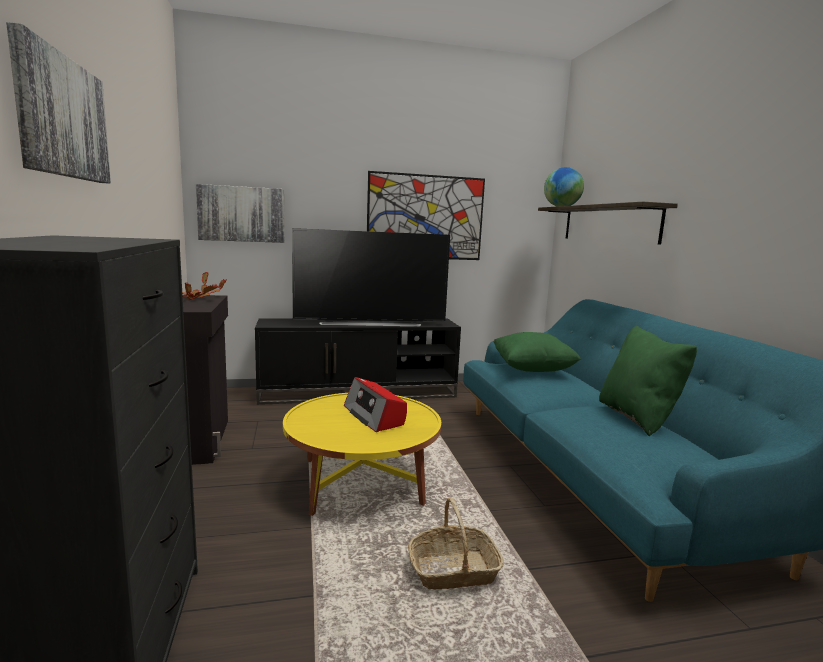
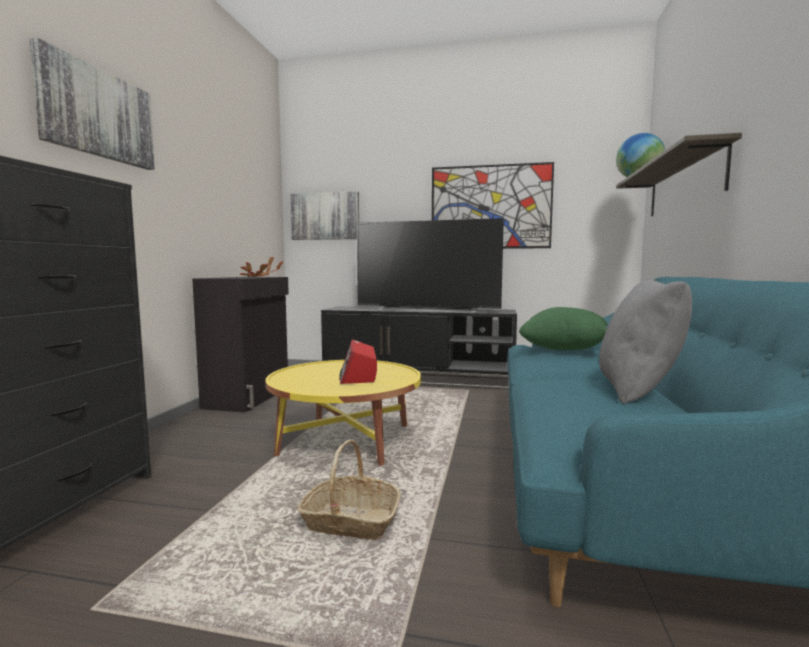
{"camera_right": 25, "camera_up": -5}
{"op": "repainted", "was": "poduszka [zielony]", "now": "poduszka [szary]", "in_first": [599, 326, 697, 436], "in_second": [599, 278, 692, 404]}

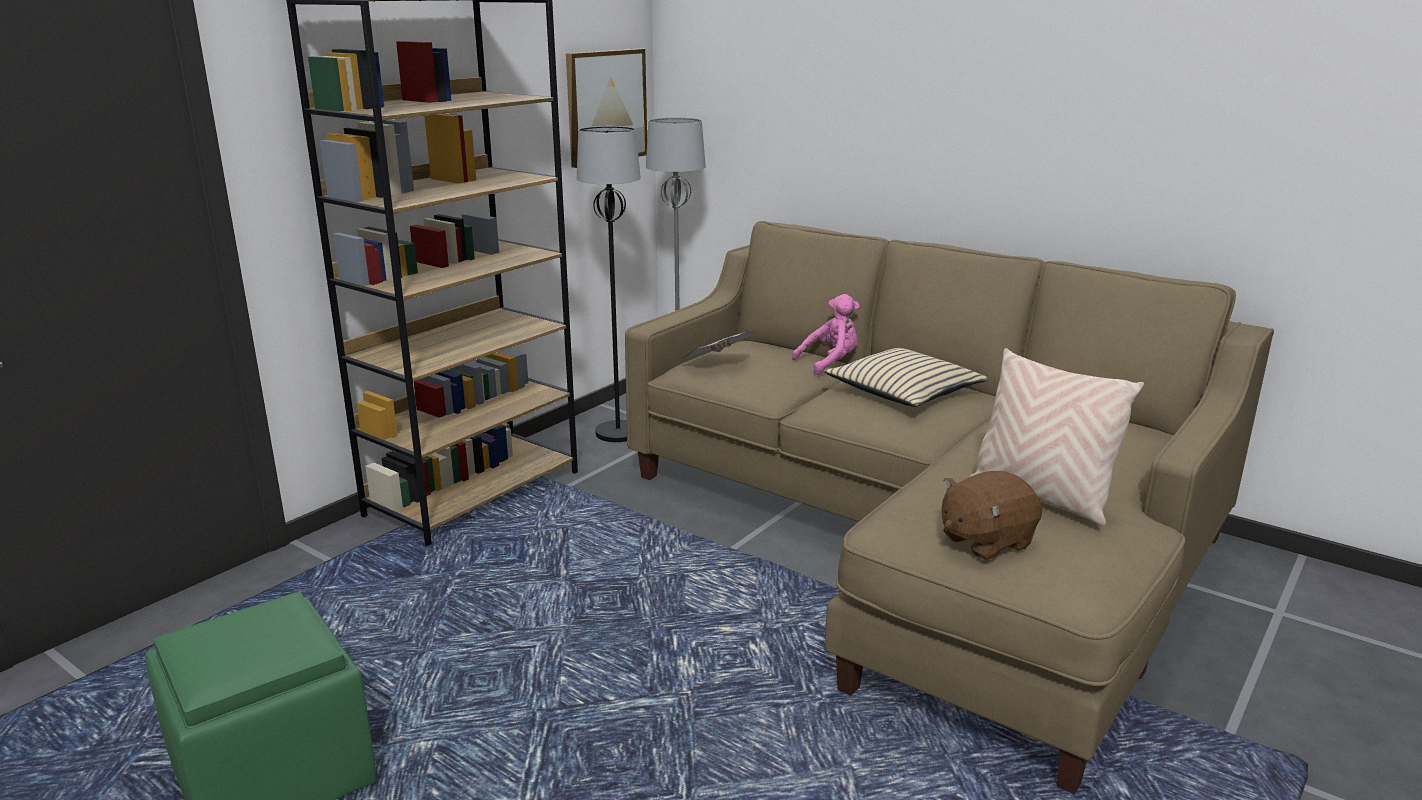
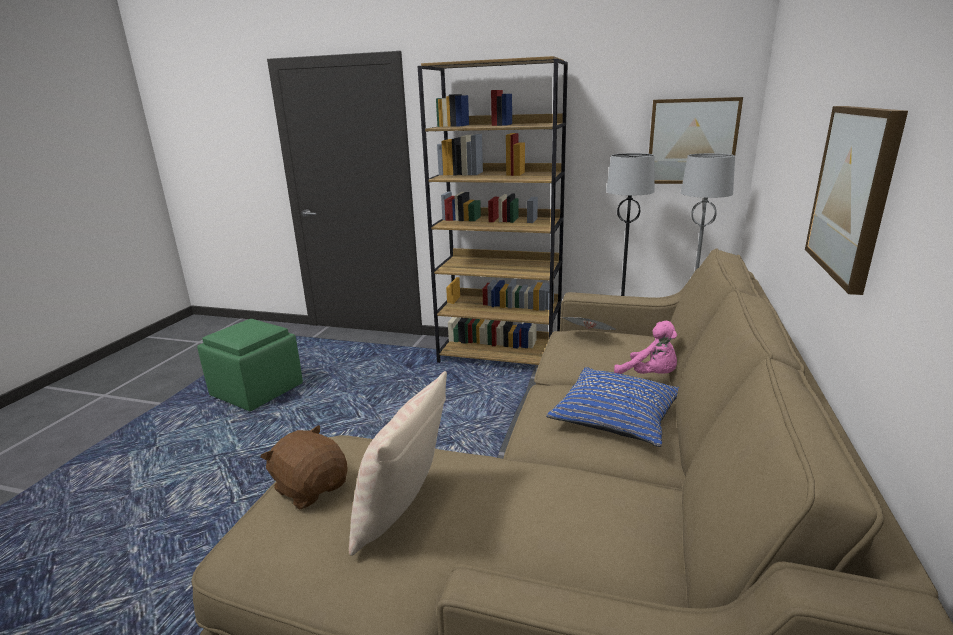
{"camera_right": 70, "camera_up": 0}
{"op": "repainted", "was": "poduszka [beżowy]", "now": "poduszka [niebieski]", "in_first": [824, 348, 988, 407], "in_second": [546, 367, 679, 447]}
{"op": "new", "now": "obraz", "in_second": [805, 106, 908, 295]}

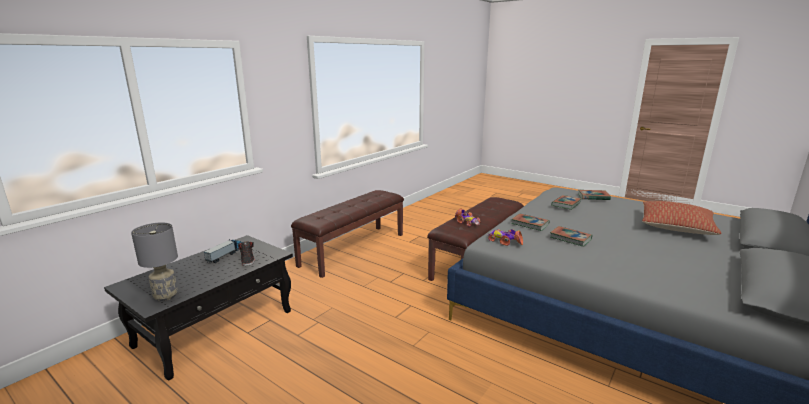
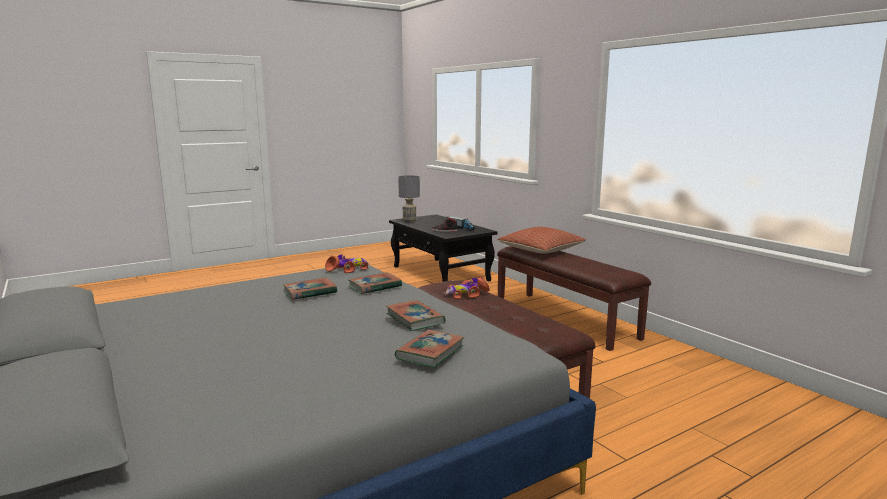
{"camera_right": 110, "camera_up": -5}
{"op": "shifted", "was": "poduszka", "in_first": [642, 201, 721, 235], "in_second": [498, 227, 586, 254]}

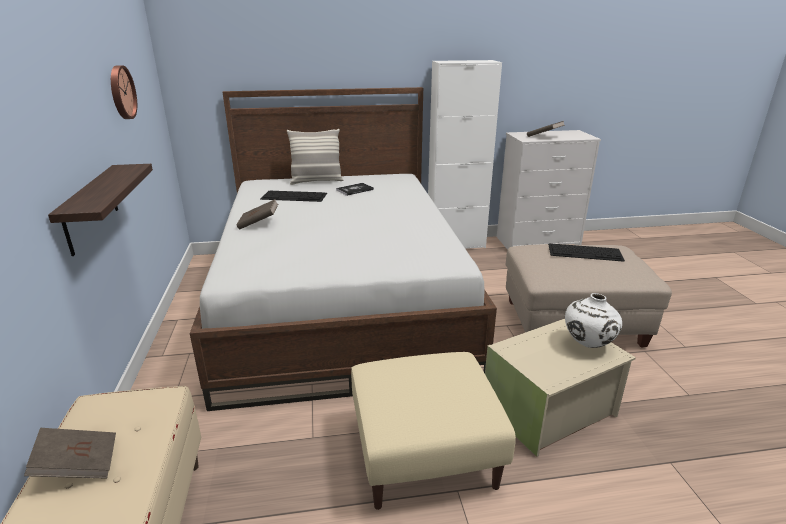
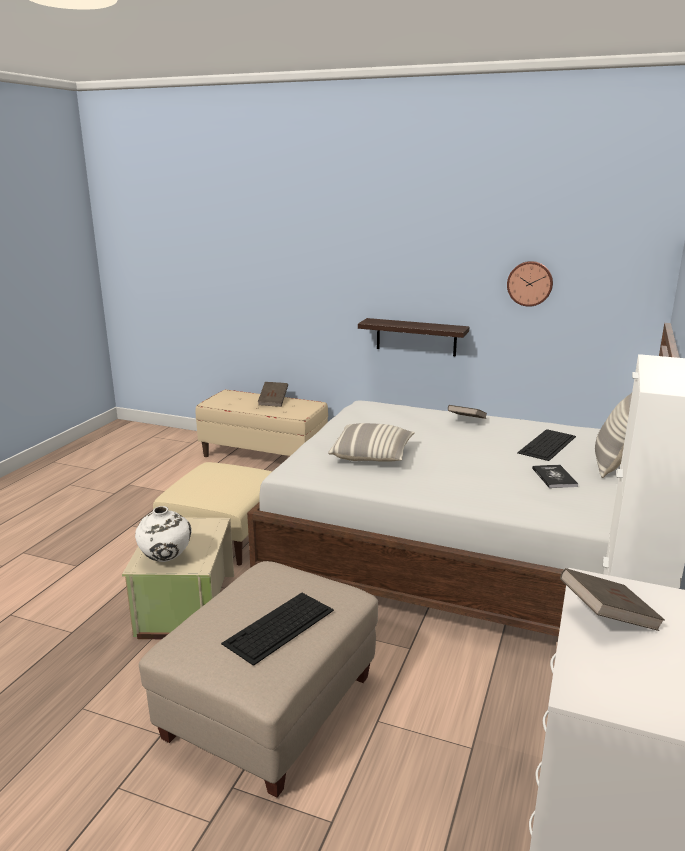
{"camera_right": 120, "camera_up": -5}
{"op": "new", "now": "poduszka", "in_second": [328, 423, 415, 461]}

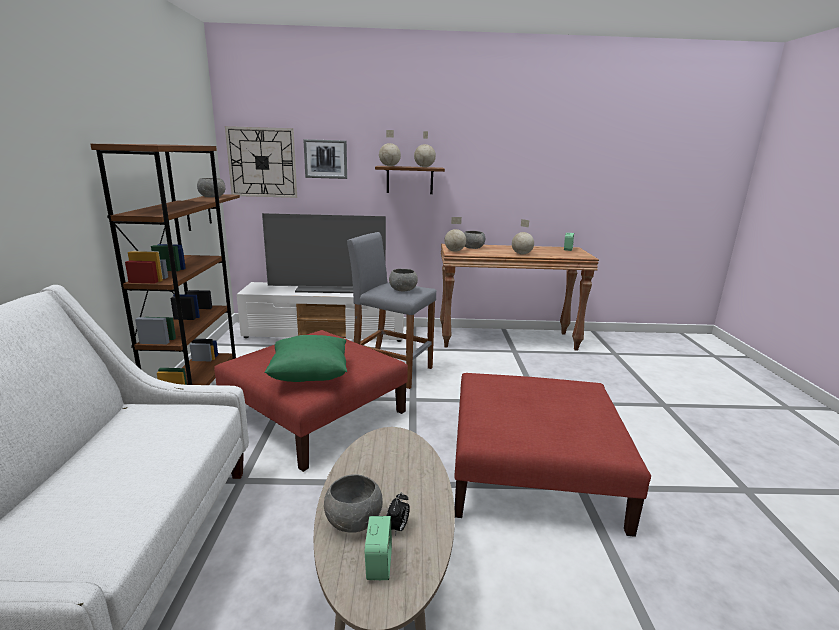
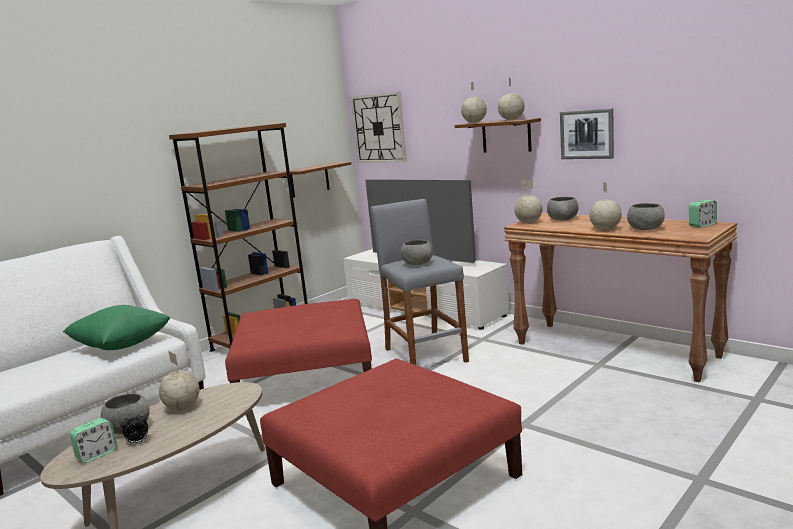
{"camera_right": 45, "camera_up": -5}
{"op": "shifted", "was": "obraz", "in_first": [303, 139, 347, 179], "in_second": [560, 108, 614, 159]}
{"op": "shifted", "was": "miska [szary]", "in_first": [197, 178, 225, 197], "in_second": [627, 203, 665, 230]}
{"op": "shifted", "was": "poduszka [zielony]", "in_first": [264, 335, 347, 382], "in_second": [63, 305, 171, 350]}
{"op": "new", "now": "globus", "in_second": [159, 351, 200, 410]}

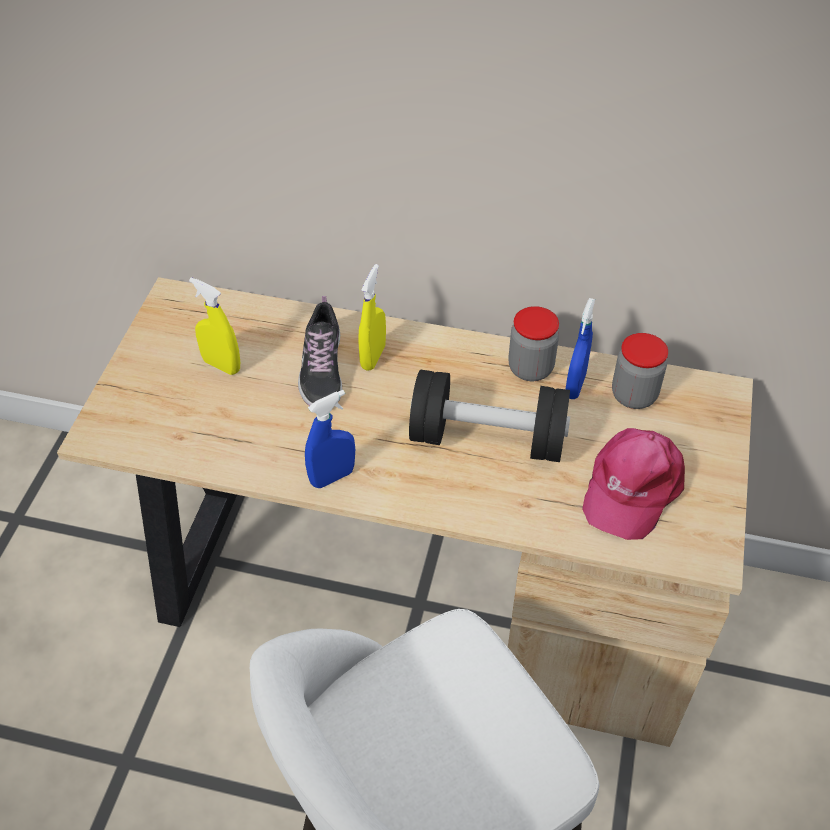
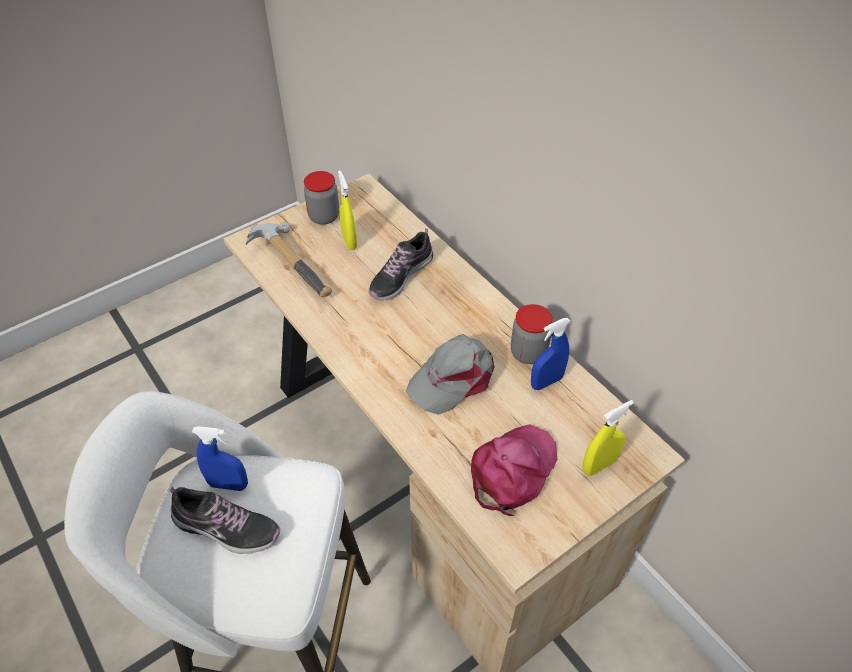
{"camera_right": 40, "camera_up": 0}
{"op": "shifted", "was": "spryskiwacz [żółty]", "in_first": [358, 264, 386, 371], "in_second": [582, 400, 634, 476]}
{"op": "shifted", "was": "słoik", "in_first": [612, 333, 668, 409], "in_second": [304, 171, 339, 225]}
{"op": "swapped", "was": "hantel [czarny]", "now": "czapka z daszkiem [szary]", "in_first": [409, 370, 570, 462], "in_second": [406, 334, 495, 415]}
{"op": "shifted", "was": "spryskiwacz [niebieski]", "in_first": [305, 390, 355, 488], "in_second": [192, 426, 248, 491]}
{"op": "rotated", "was": "czapka z daszkiem [różowy]", "in_first": [582, 428, 685, 540], "in_second": [471, 424, 557, 516], "clockwise": 150}
{"op": "new", "now": "młotek", "in_second": [246, 222, 332, 297]}
{"op": "new", "now": "but", "in_second": [169, 486, 280, 554]}

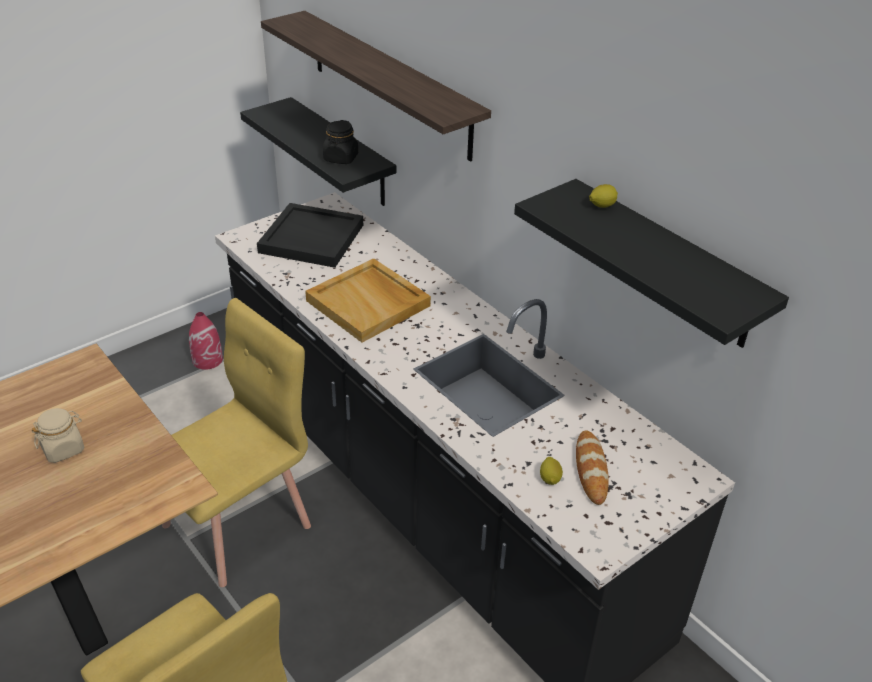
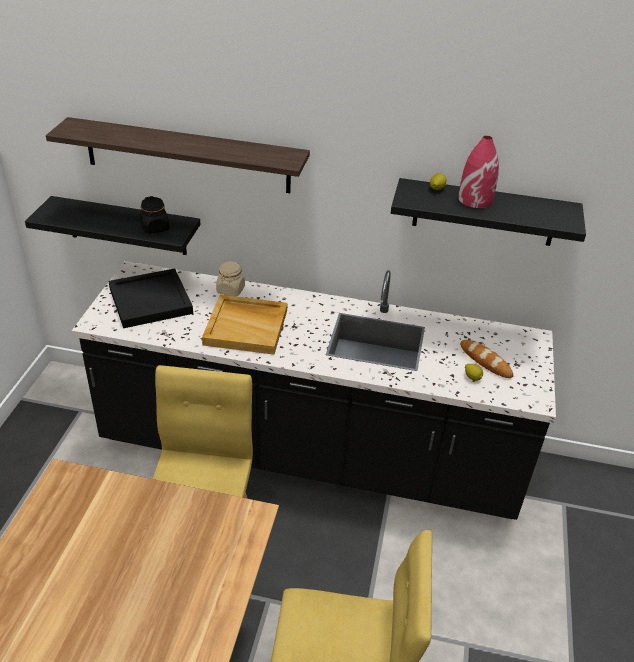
{"camera_right": -40, "camera_up": 0}
{"op": "shifted", "was": "wazon [czerwony]", "in_first": [189, 312, 223, 370], "in_second": [458, 136, 499, 208]}
{"op": "shifted", "was": "słoik [beżowy]", "in_first": [32, 408, 84, 463], "in_second": [216, 261, 245, 296]}

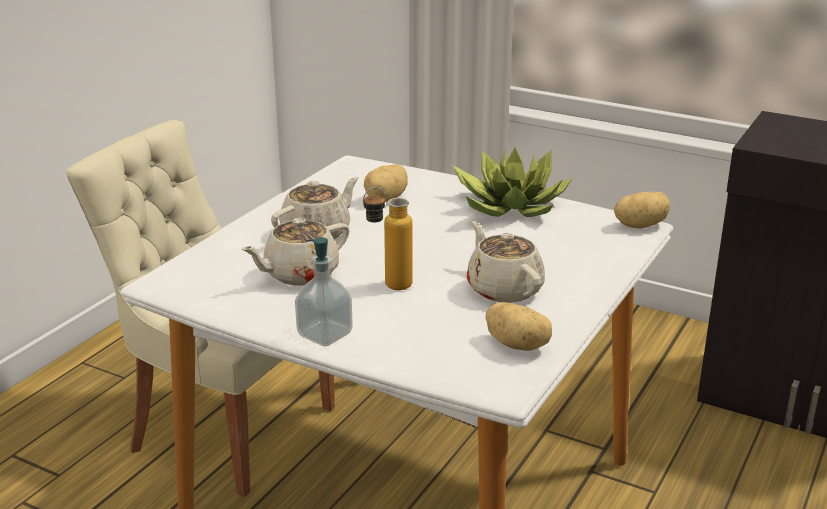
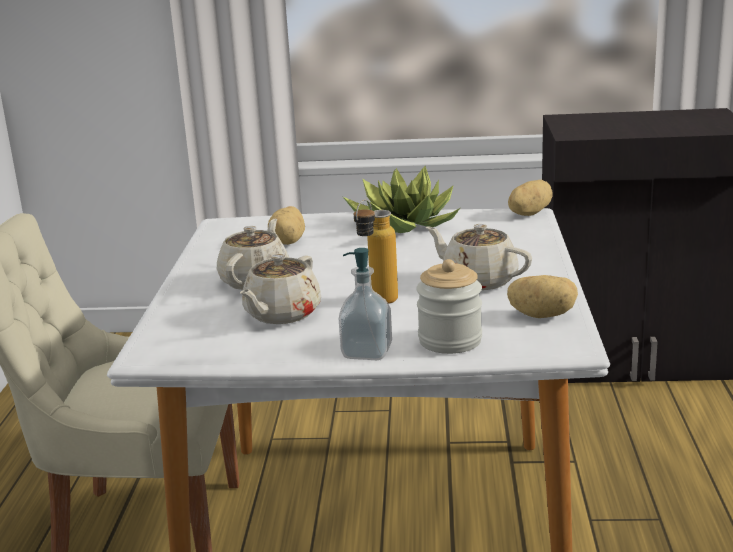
{"camera_right": -25, "camera_up": -5}
{"op": "new", "now": "słoik", "in_second": [416, 259, 482, 354]}

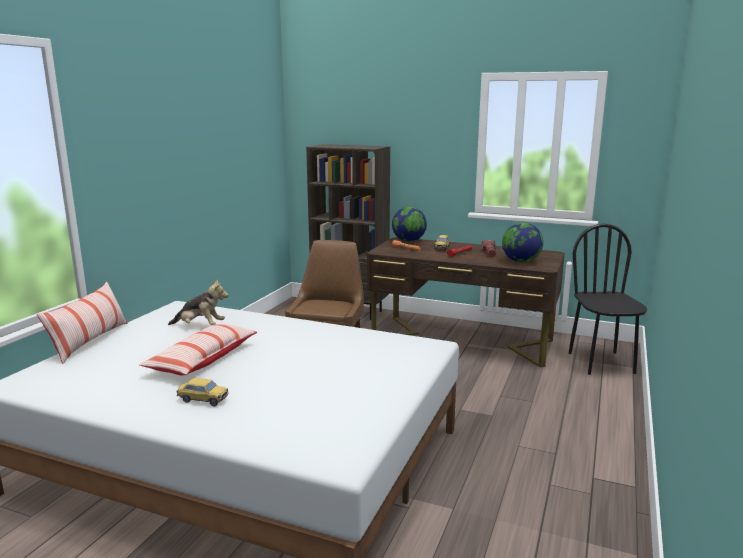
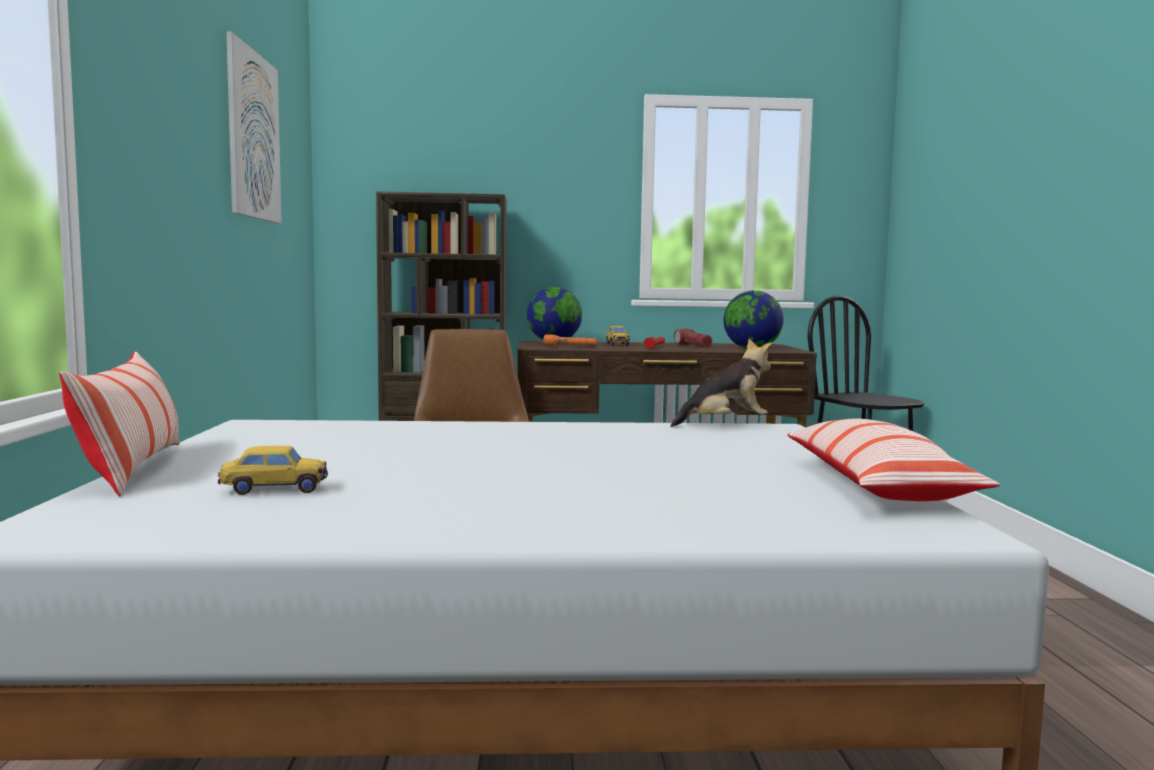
{"camera_right": -25, "camera_up": -10}
{"op": "shifted", "was": "pluszak", "in_first": [168, 279, 229, 325], "in_second": [671, 339, 772, 427]}
{"op": "shifted", "was": "poduszka", "in_first": [139, 323, 257, 375], "in_second": [787, 418, 1000, 501]}
{"op": "shifted", "was": "samochodzik", "in_first": [176, 378, 229, 406], "in_second": [218, 446, 328, 495]}
{"op": "new", "now": "obraz", "in_second": [226, 31, 282, 224]}

